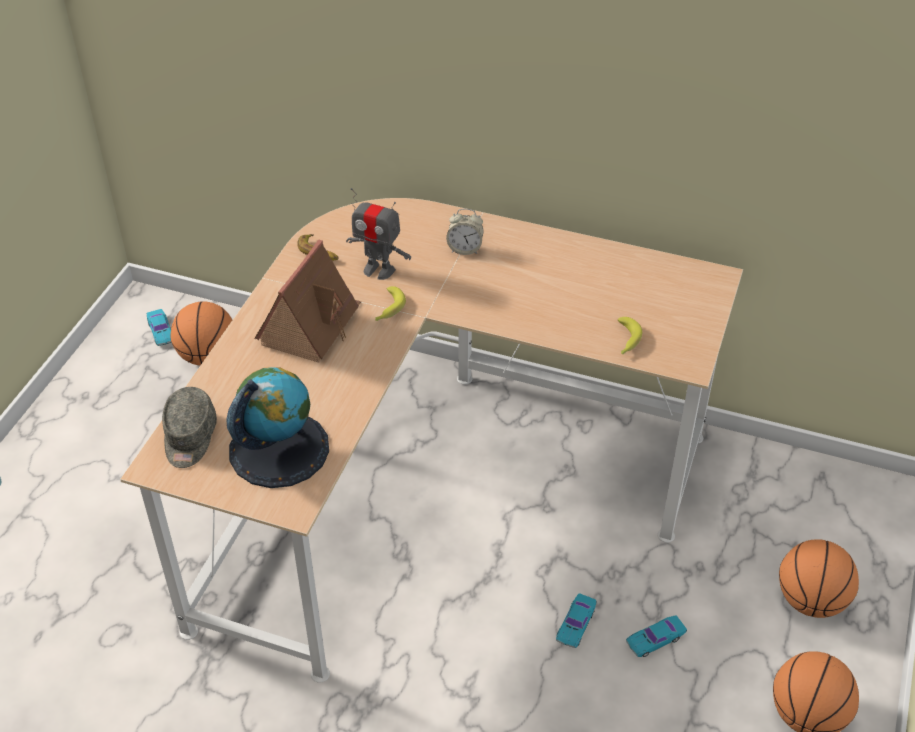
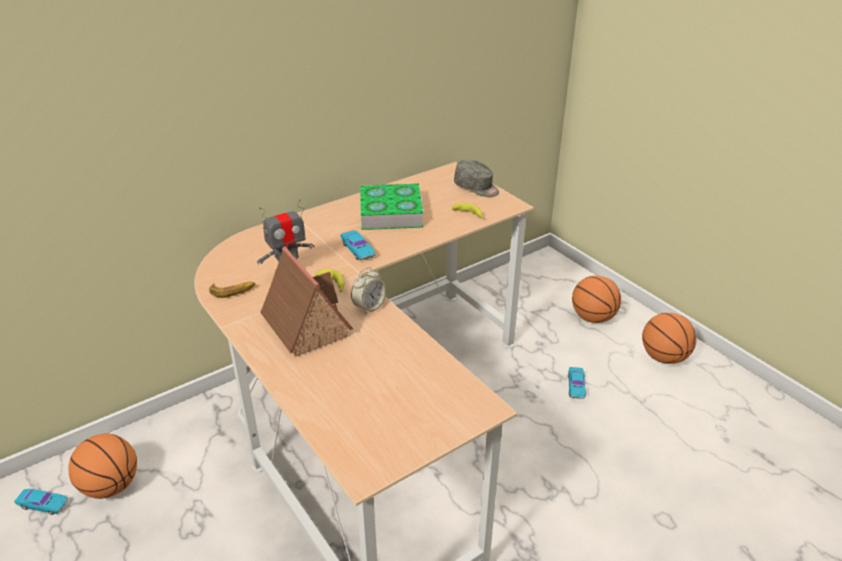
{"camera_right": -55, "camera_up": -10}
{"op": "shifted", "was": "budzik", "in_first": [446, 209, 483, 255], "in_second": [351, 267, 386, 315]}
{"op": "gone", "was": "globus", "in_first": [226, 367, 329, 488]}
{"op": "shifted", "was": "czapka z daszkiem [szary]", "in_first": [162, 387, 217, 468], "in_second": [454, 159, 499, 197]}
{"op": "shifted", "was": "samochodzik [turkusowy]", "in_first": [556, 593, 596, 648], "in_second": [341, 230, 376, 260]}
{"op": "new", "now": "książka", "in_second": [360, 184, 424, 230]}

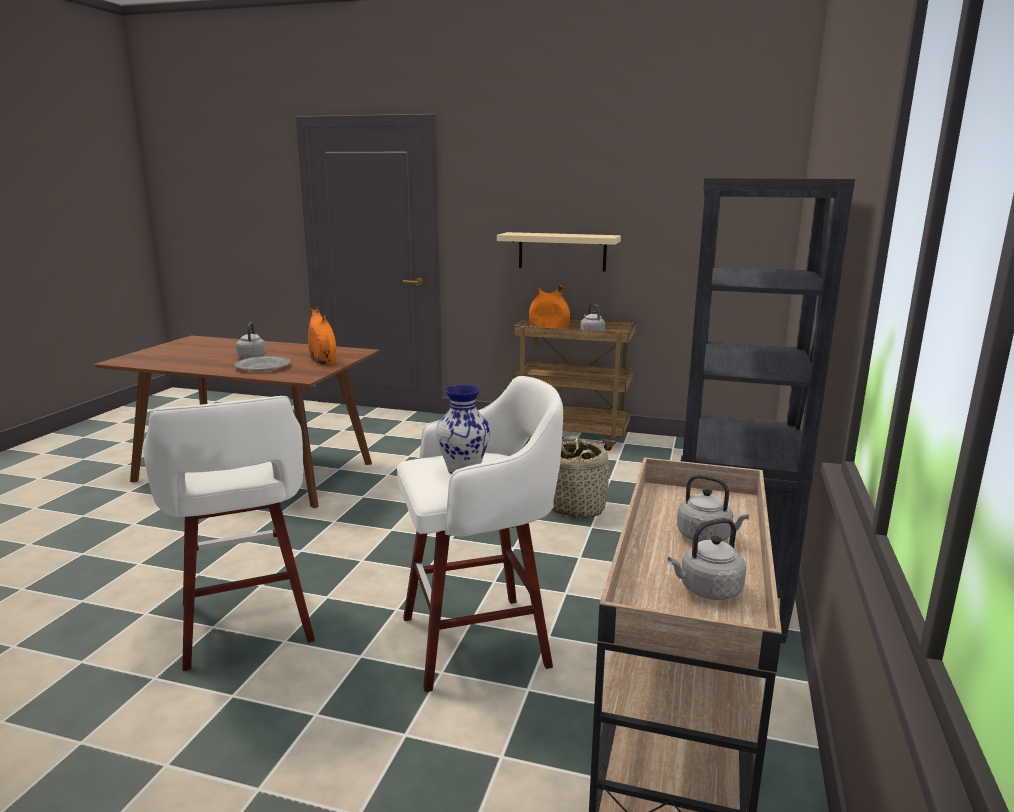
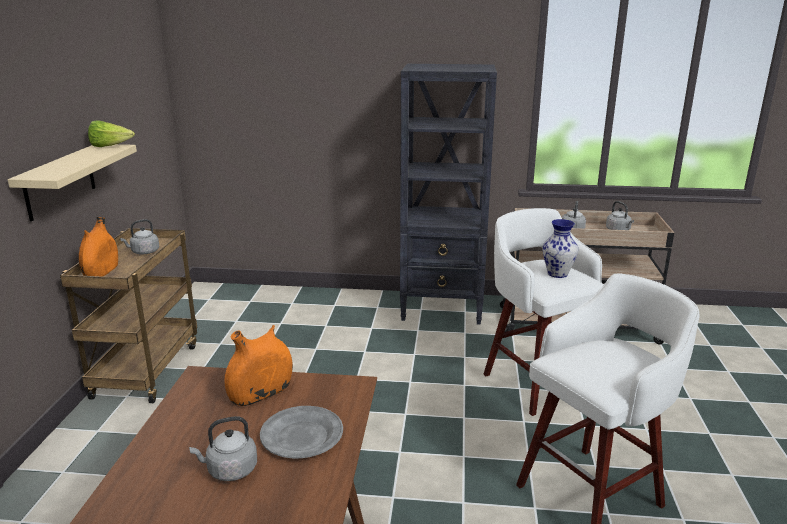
{"camera_right": -100, "camera_up": 5}
{"op": "gone", "was": "koszyk", "in_first": [552, 436, 609, 519]}
{"op": "new", "now": "sałata", "in_second": [88, 121, 135, 147]}

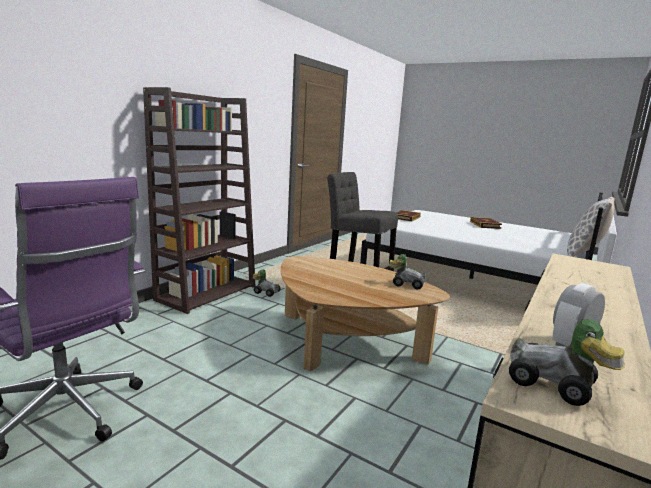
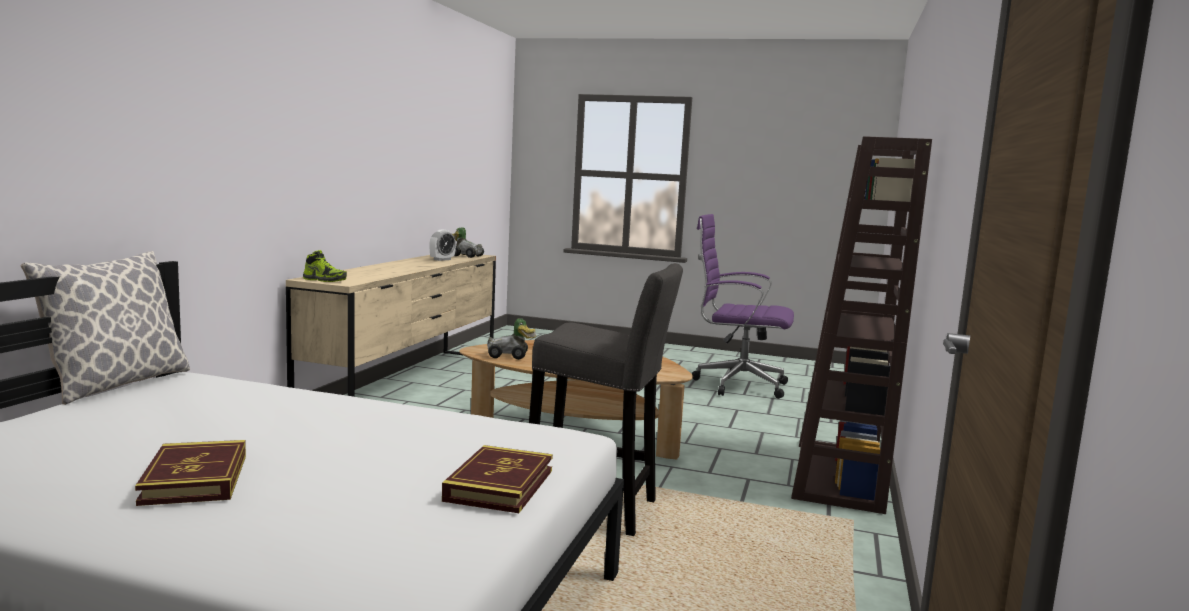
{"camera_right": 165, "camera_up": -5}
{"op": "gone", "was": "samochodzik", "in_first": [252, 269, 281, 297]}
{"op": "new", "now": "but", "in_second": [303, 250, 347, 282]}

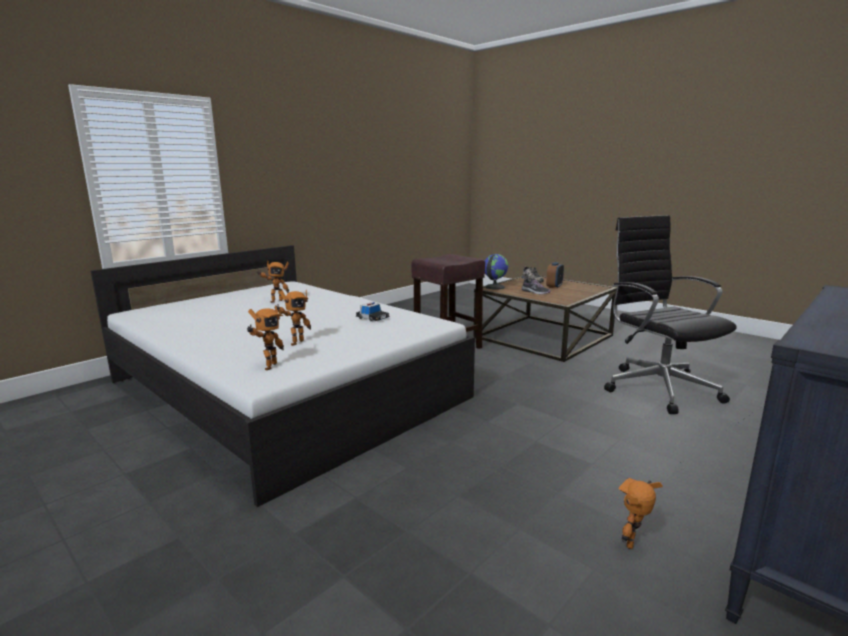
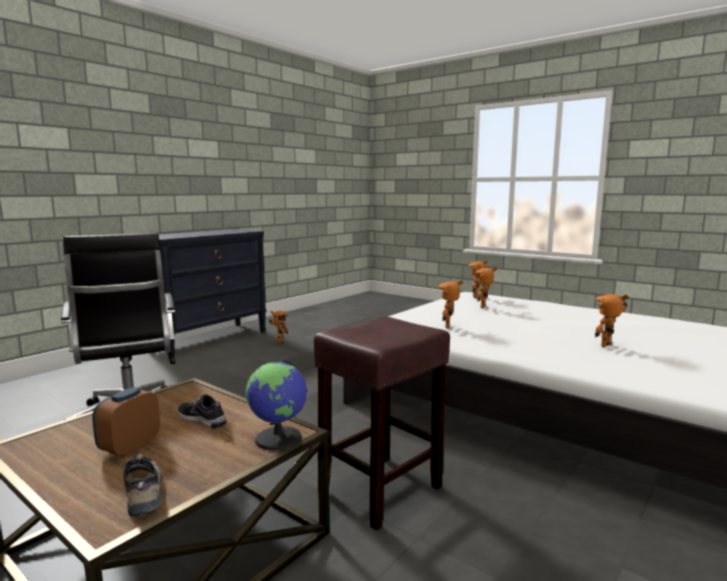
{"camera_right": 175, "camera_up": -5}
{"op": "swapped", "was": "samochodzik", "now": "robot zabawkowy", "in_first": [355, 302, 390, 321], "in_second": [438, 280, 463, 329]}

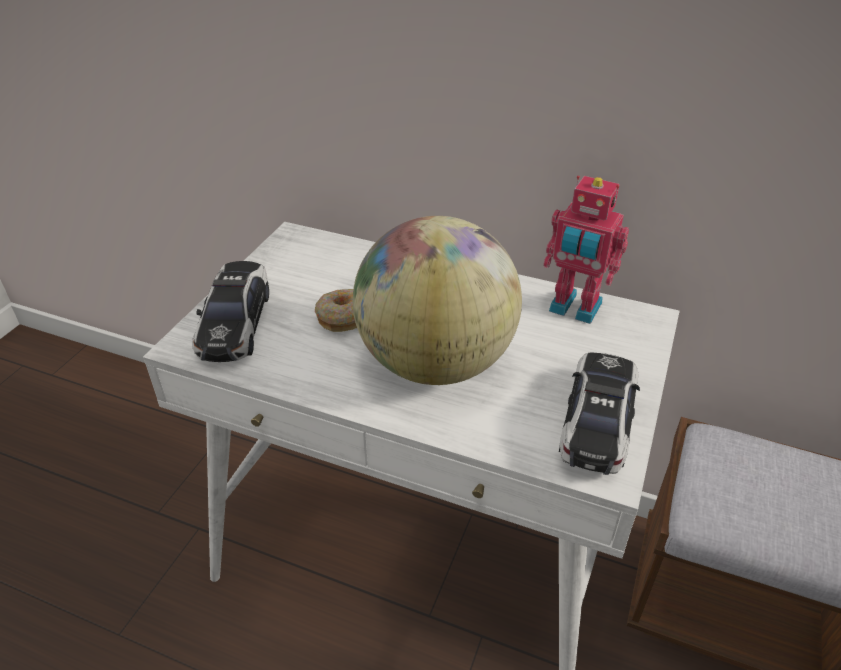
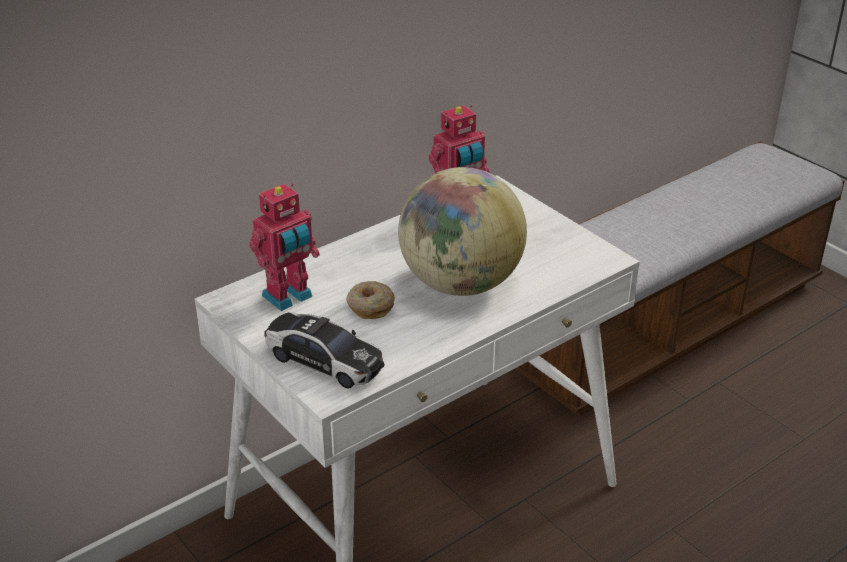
{"camera_right": -60, "camera_up": -5}
{"op": "gone", "was": "samochodzik", "in_first": [559, 353, 640, 475]}
{"op": "new", "now": "robot zabawkowy", "in_second": [249, 183, 320, 311]}

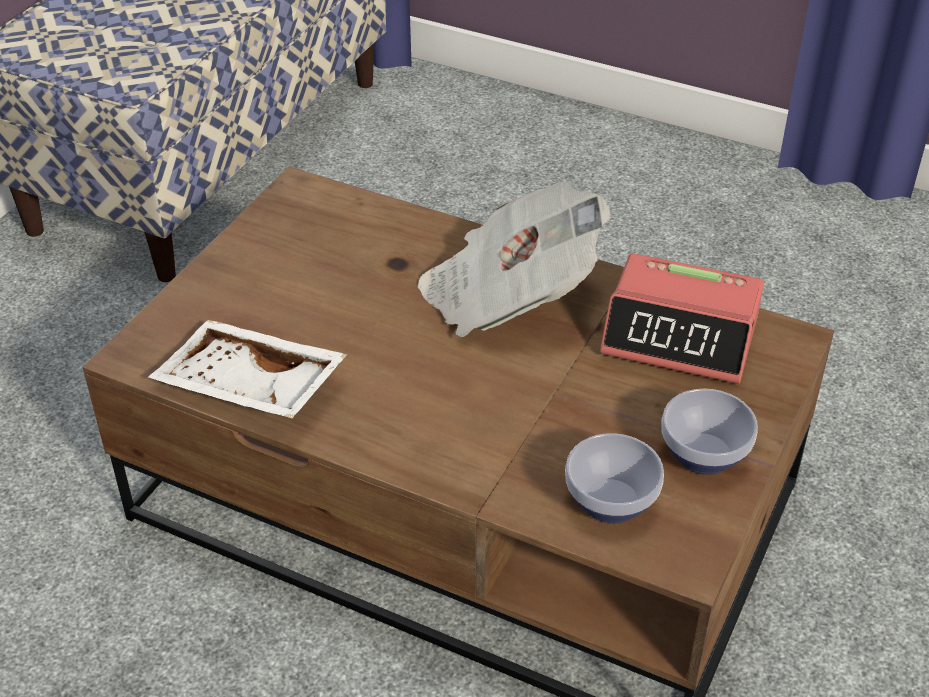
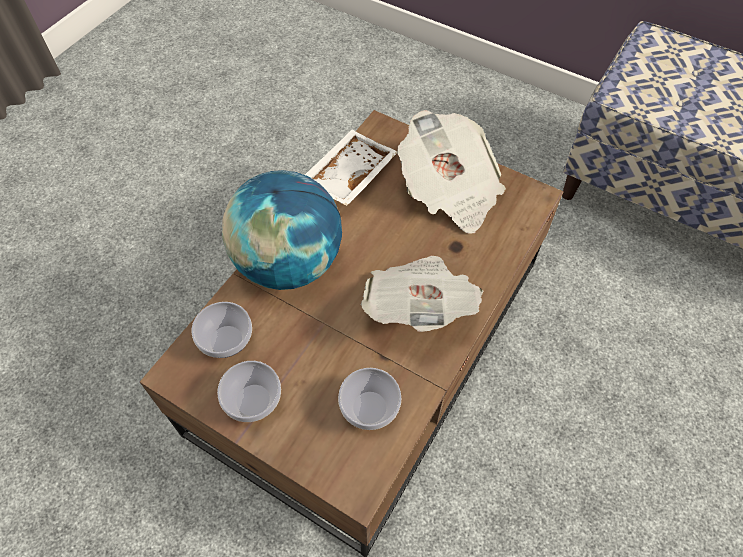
{"camera_right": 95, "camera_up": 15}
{"op": "swapped", "was": "budzik", "now": "miska", "in_first": [600, 253, 764, 384], "in_second": [338, 368, 402, 430]}
{"op": "new", "now": "gazeta", "in_second": [397, 110, 506, 234]}
{"op": "new", "now": "globus", "in_second": [222, 170, 342, 290]}

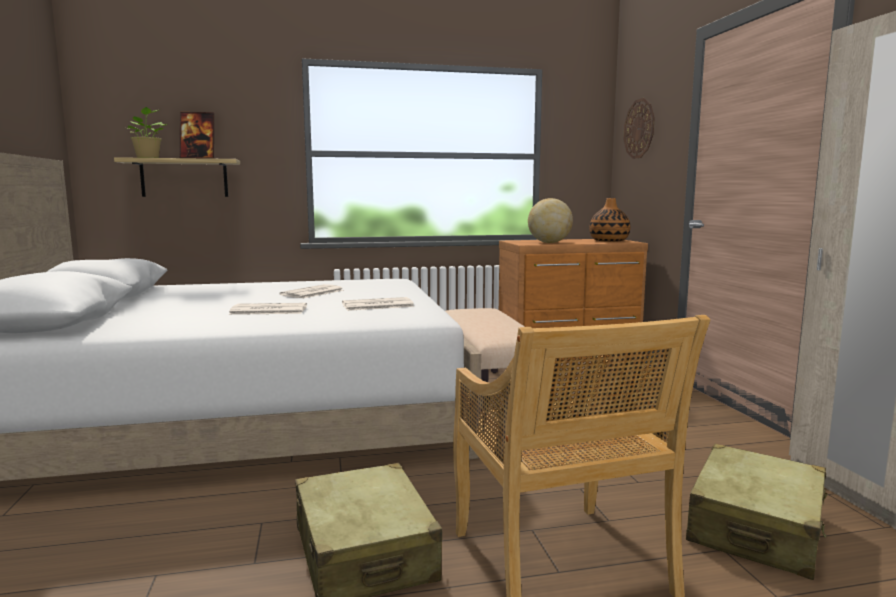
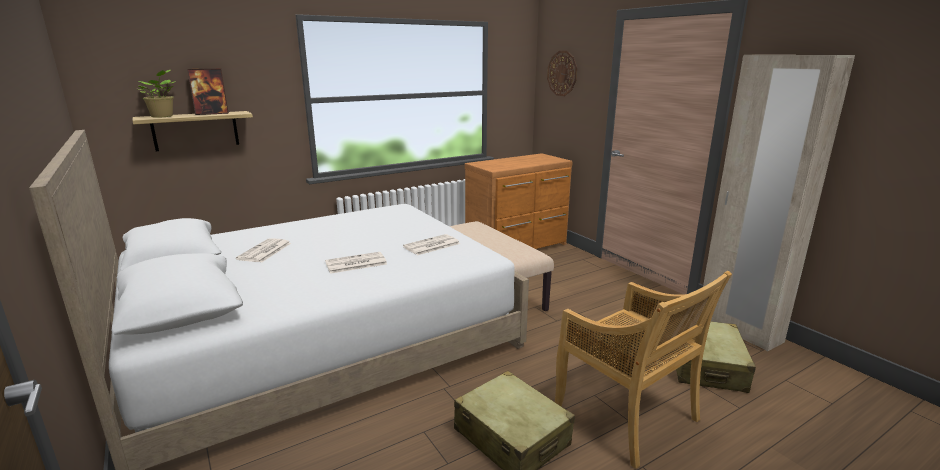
{"camera_right": -20, "camera_up": 10}
{"op": "gone", "was": "globus", "in_first": [528, 198, 573, 243]}
{"op": "gone", "was": "wazon", "in_first": [589, 198, 630, 242]}
{"op": "shifted", "was": "gazeta", "in_first": [279, 284, 344, 299], "in_second": [236, 238, 291, 262]}

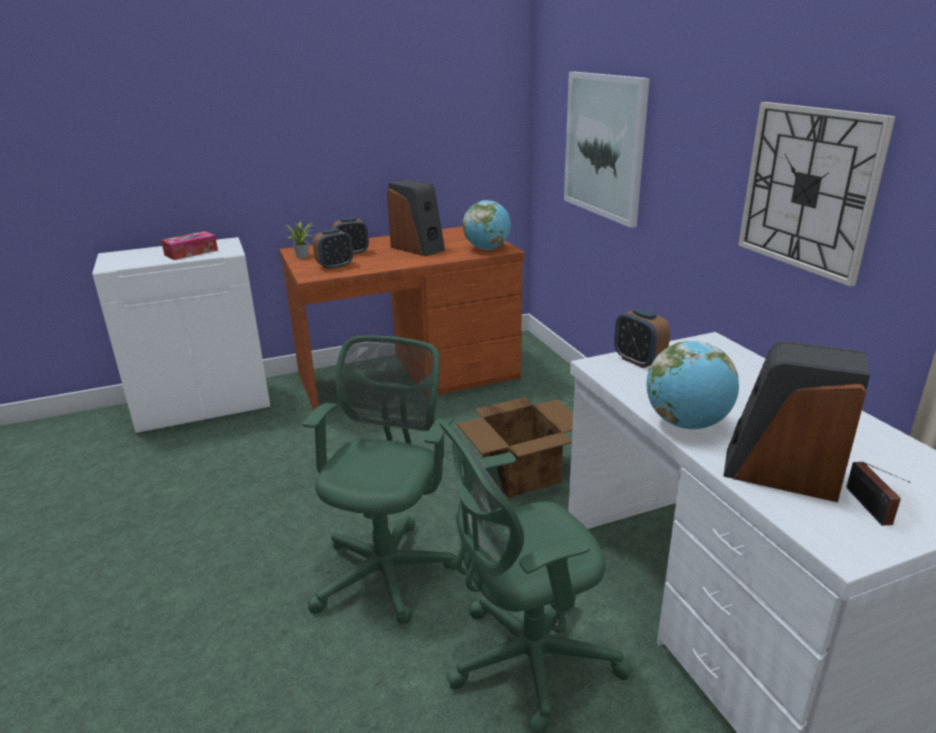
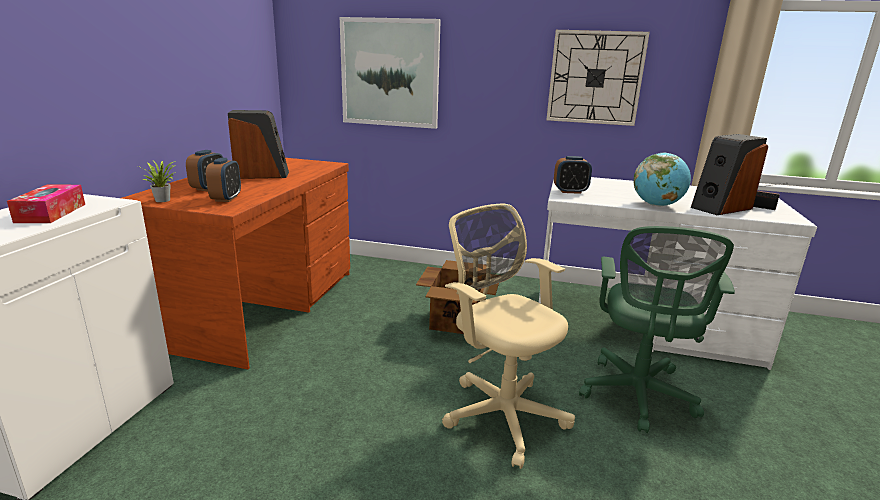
{"camera_right": -55, "camera_up": -5}
{"op": "gone", "was": "globus", "in_first": [463, 200, 511, 250]}
{"op": "repainted", "was": "krzesło biurowe [zielony]", "now": "krzesło biurowe [beżowy]", "in_first": [302, 336, 457, 624], "in_second": [442, 204, 575, 469]}

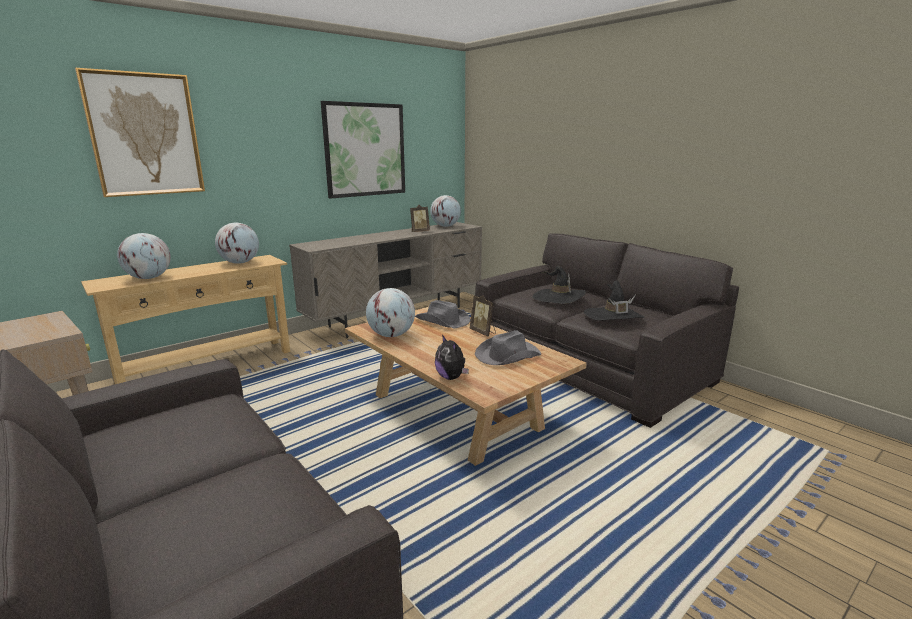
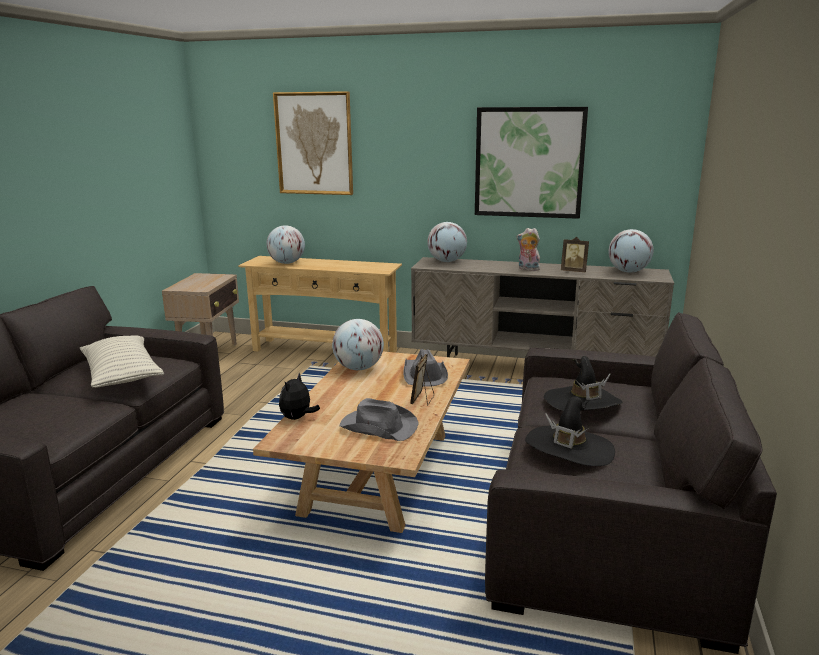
{"camera_right": 55, "camera_up": 0}
{"op": "shifted", "was": "globus", "in_first": [215, 223, 259, 264], "in_second": [427, 222, 467, 262]}
{"op": "new", "now": "pluszak", "in_second": [516, 228, 540, 271]}
{"op": "new", "now": "poduszka", "in_second": [80, 335, 164, 388]}

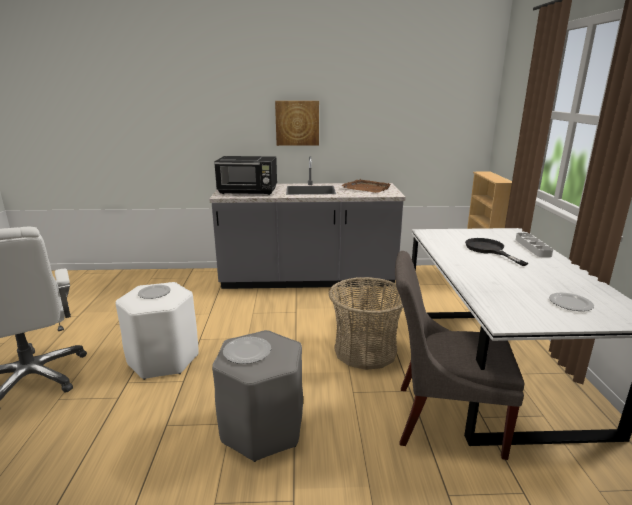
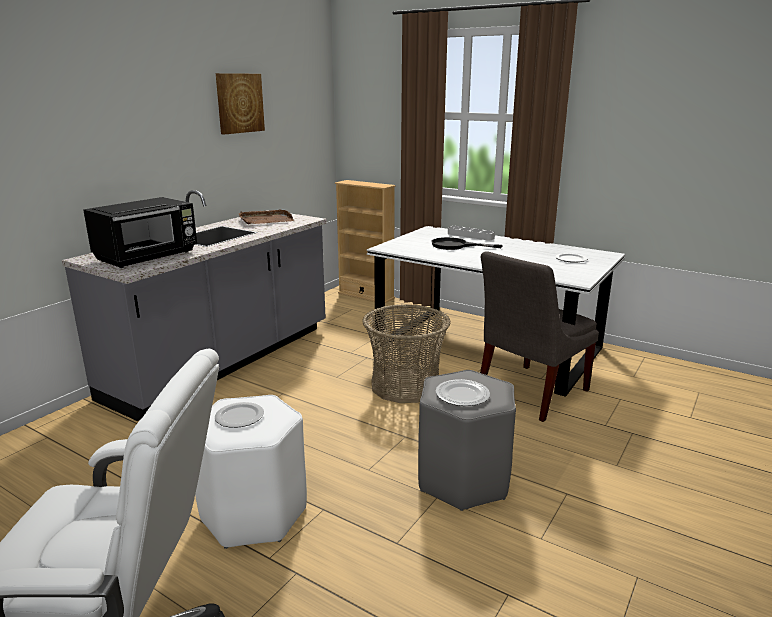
{"camera_right": -55, "camera_up": 0}
{"op": "shifted", "was": "obraz", "in_first": [275, 101, 319, 146], "in_second": [216, 73, 265, 134]}

